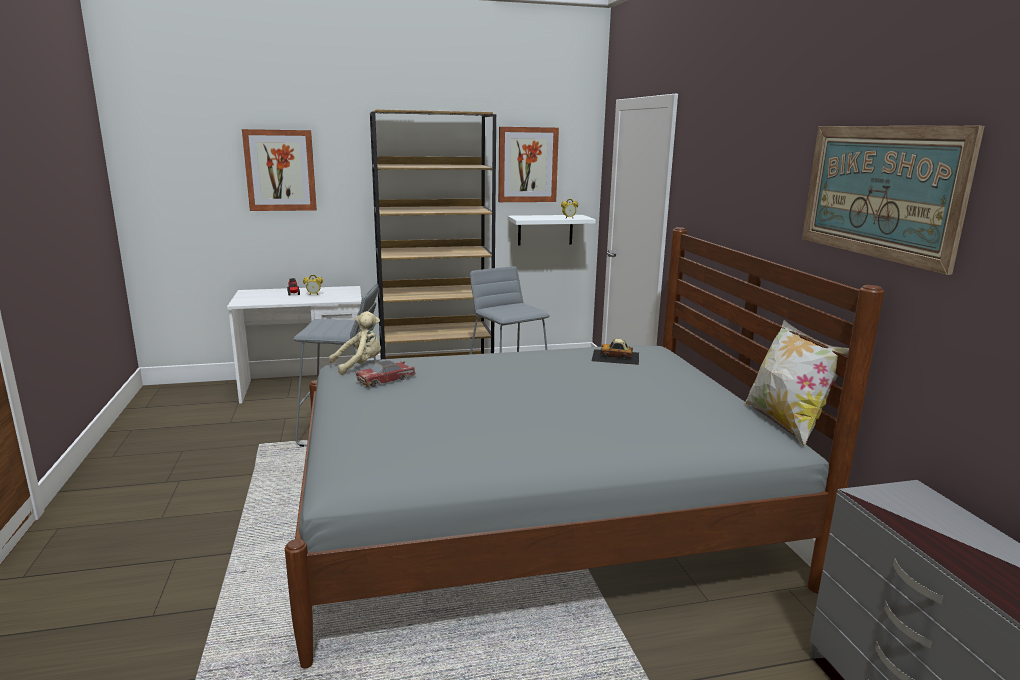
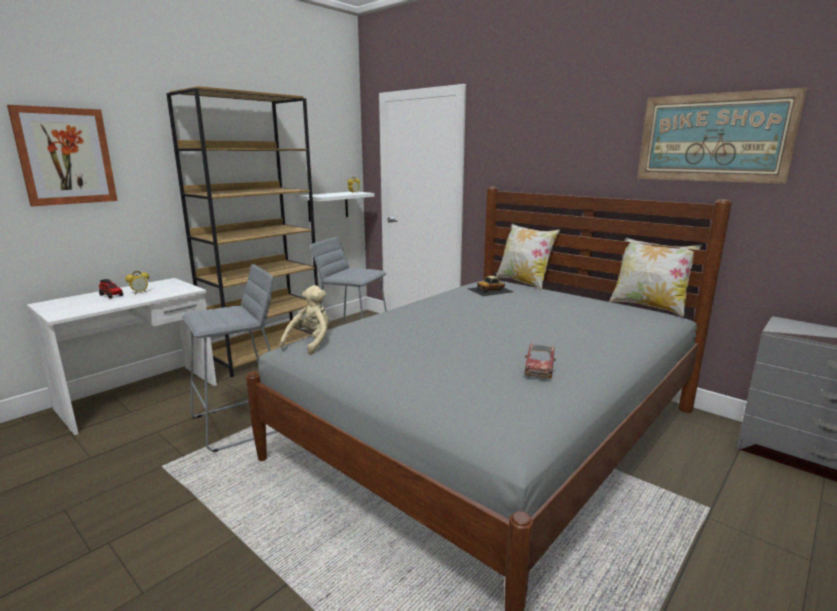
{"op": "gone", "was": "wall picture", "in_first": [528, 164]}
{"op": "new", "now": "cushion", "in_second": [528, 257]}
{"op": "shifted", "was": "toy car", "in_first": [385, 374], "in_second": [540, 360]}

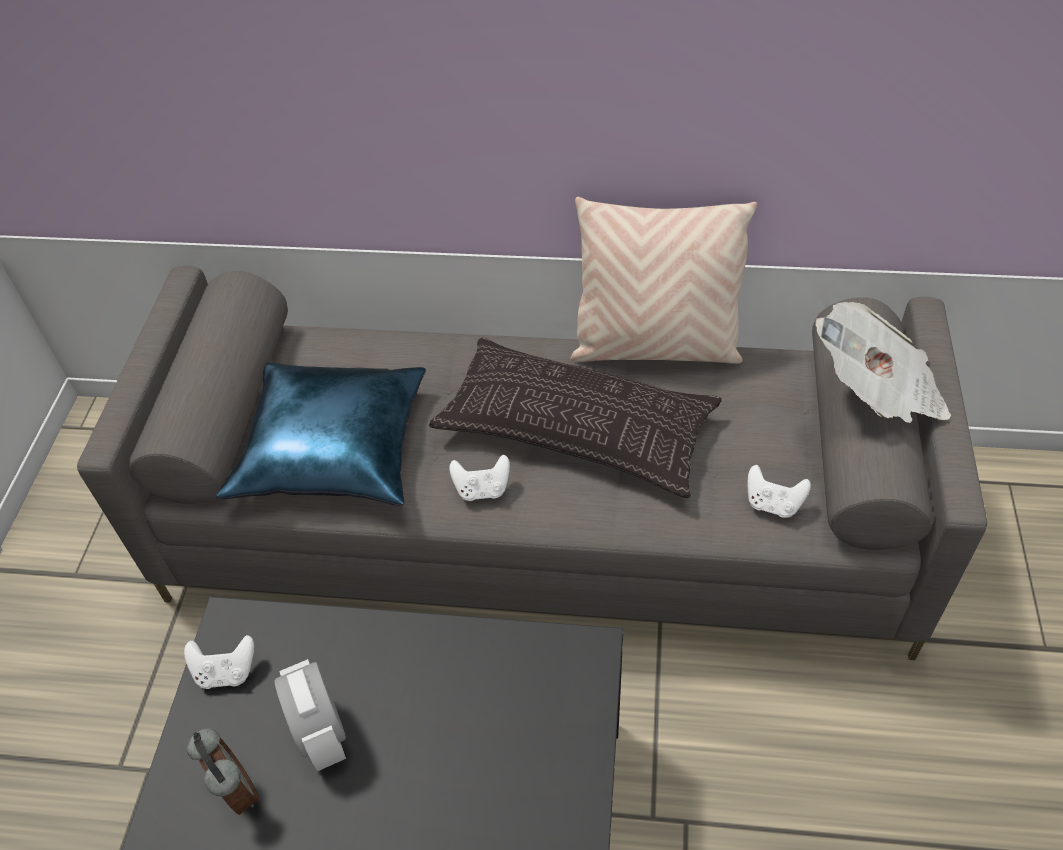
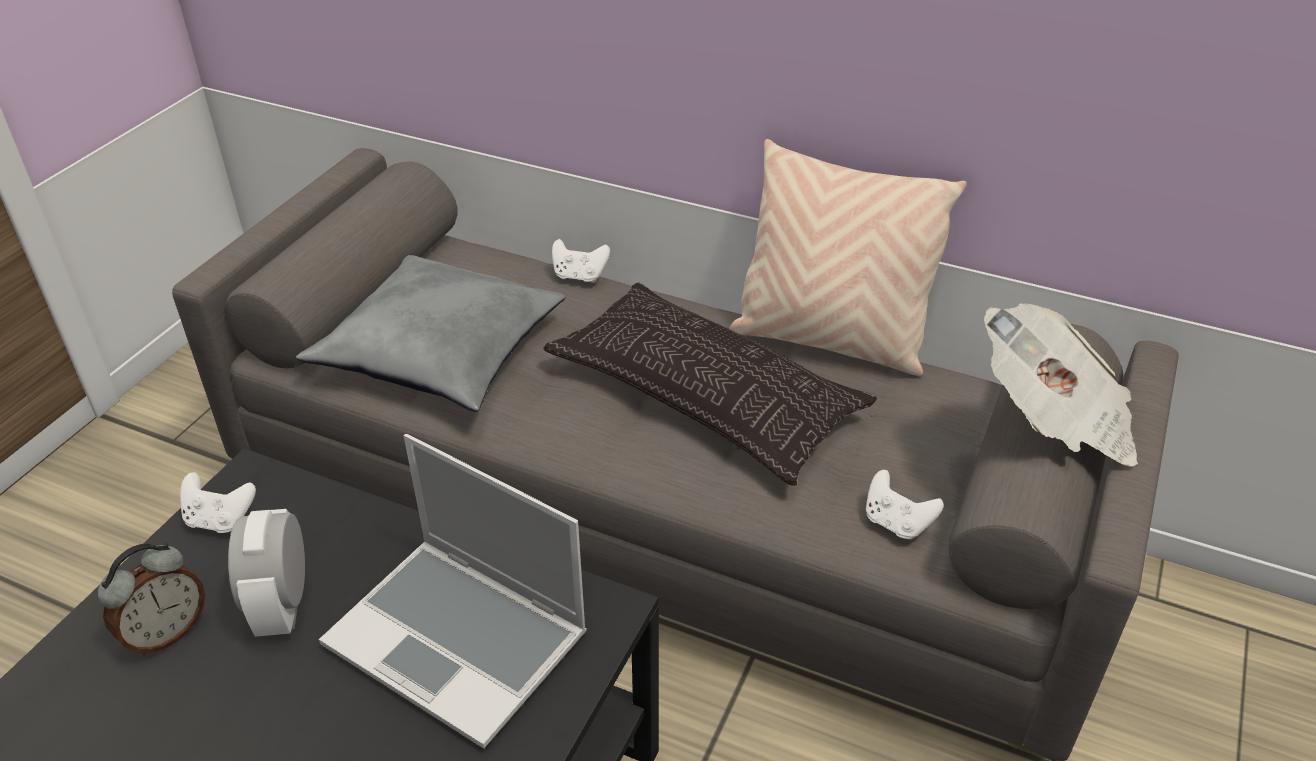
{"op": "new", "now": "laptop", "in_second": [453, 591]}
{"op": "shifted", "was": "white gamepad", "in_first": [479, 478], "in_second": [581, 261]}
{"op": "repainted", "was": "bluish cushion", "now": "gray cushion", "in_first": [321, 434], "in_second": [431, 333]}
{"op": "rotated", "was": "bedside clock", "in_first": [223, 771], "in_second": [151, 599], "clockwise": 60}

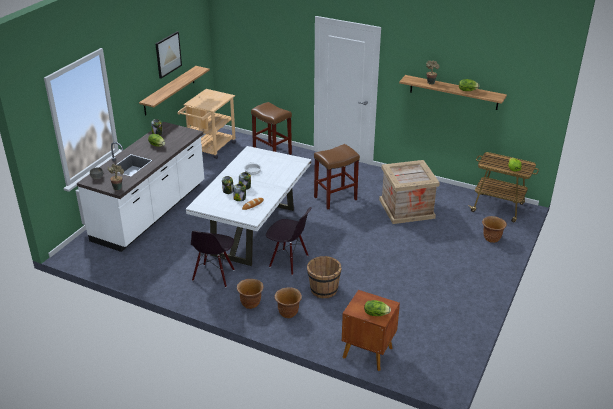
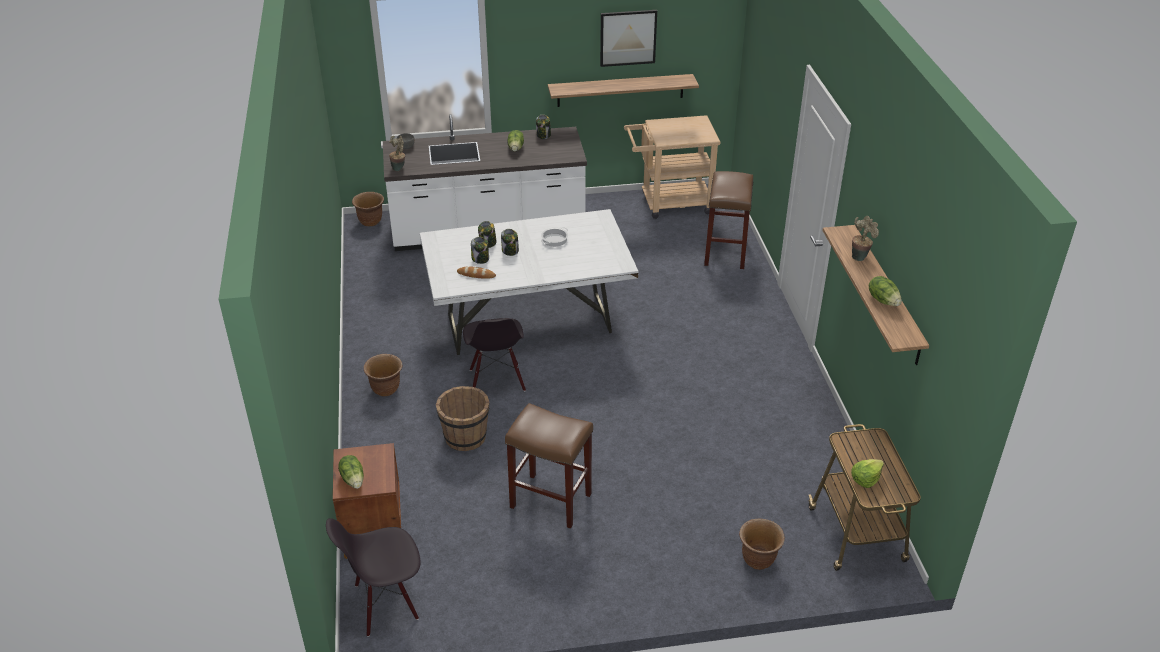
{"op": "gone", "was": "packing crate", "in_first": [409, 192]}
{"op": "shifted", "was": "black chair", "in_first": [213, 259], "in_second": [373, 577]}
{"op": "shifted", "was": "brown-coloured flower pot", "in_first": [288, 302], "in_second": [368, 209]}
{"op": "shifted", "was": "brown-coloured stool seat", "in_first": [337, 176], "in_second": [549, 466]}

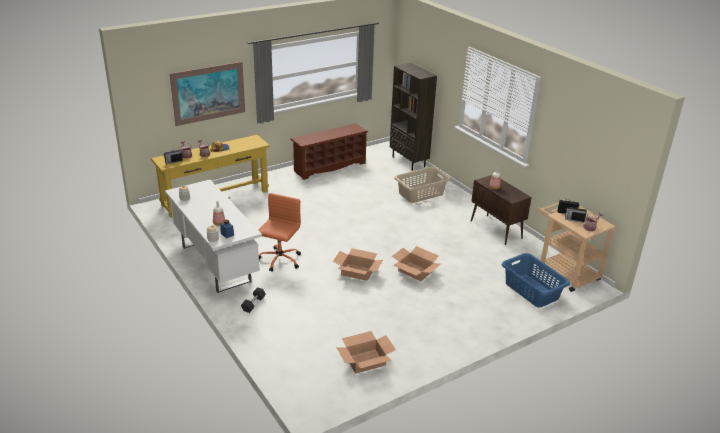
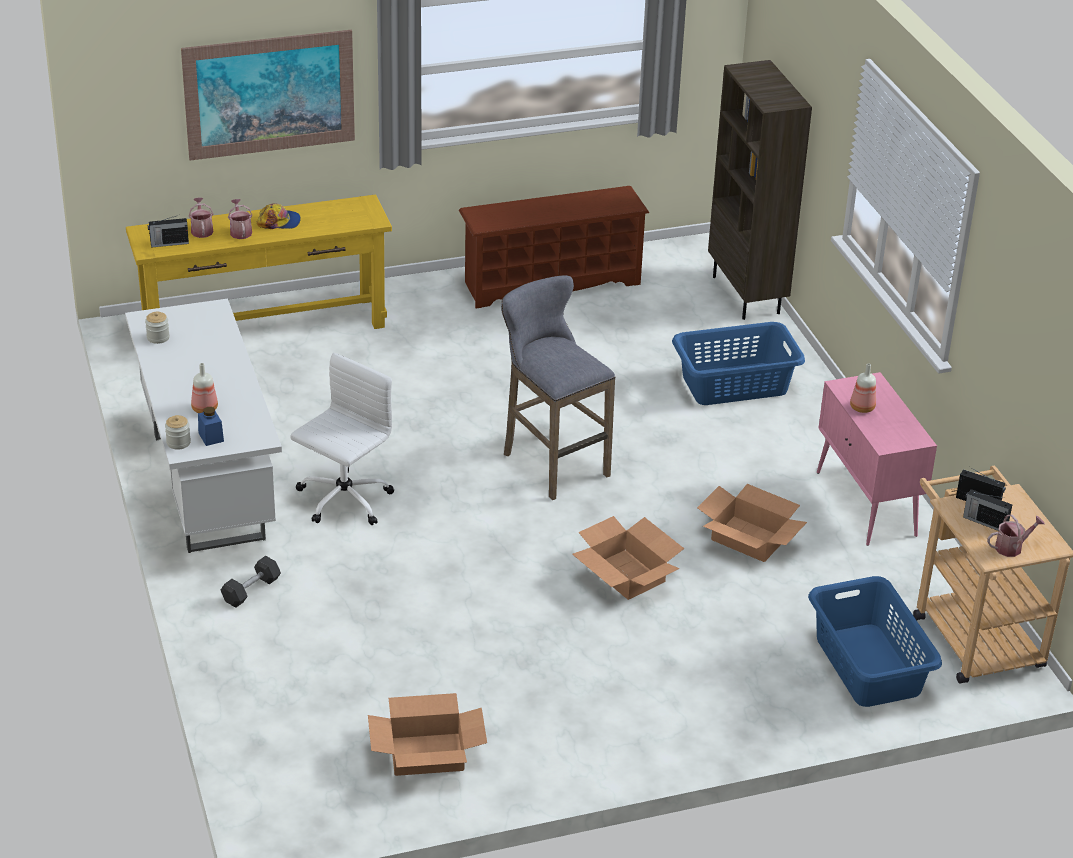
{"op": "new", "now": "gray stool seat", "in_second": [558, 387]}
{"op": "shifted", "was": "packing box", "in_first": [358, 264], "in_second": [752, 523]}
{"op": "repainted", "was": "orange computer chair", "now": "white computer chair", "in_first": [279, 232], "in_second": [342, 439]}
{"op": "repainted", "was": "beige-coloured laundry basket", "now": "bluish laundry basket", "in_first": [422, 185], "in_second": [738, 363]}
{"op": "repainted", "was": "brown-coloured cupboard", "now": "pink-coloured cupboard", "in_first": [501, 210], "in_second": [877, 459]}

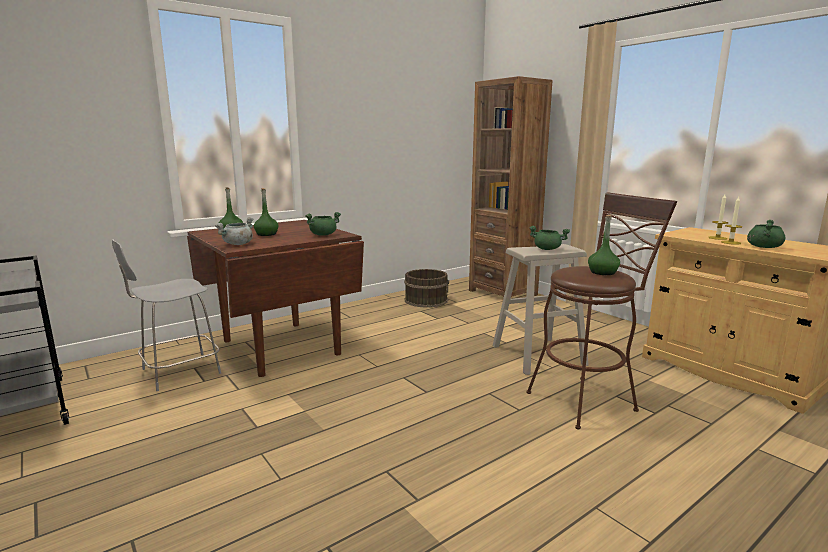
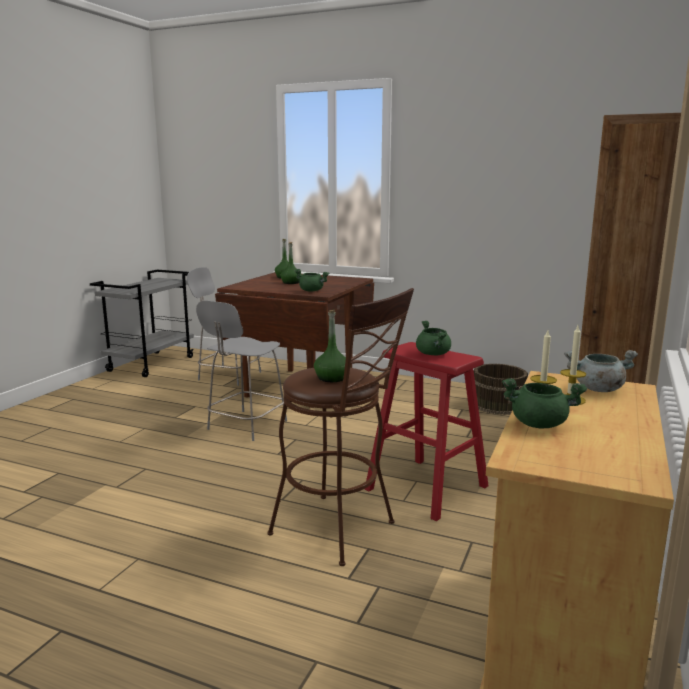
{"op": "new", "now": "gray chair", "in_second": [241, 370]}
{"op": "shifted", "was": "gray saucepot", "in_first": [234, 231], "in_second": [601, 371]}
{"op": "repainted", "was": "beige-coloured stool seat", "now": "red stool seat", "in_first": [541, 309], "in_second": [427, 431]}

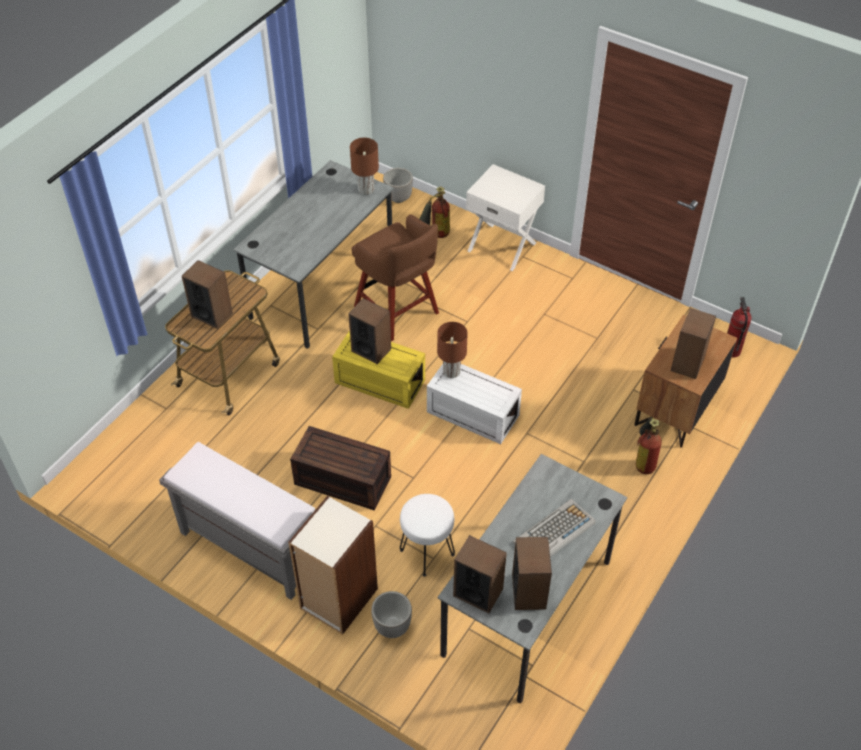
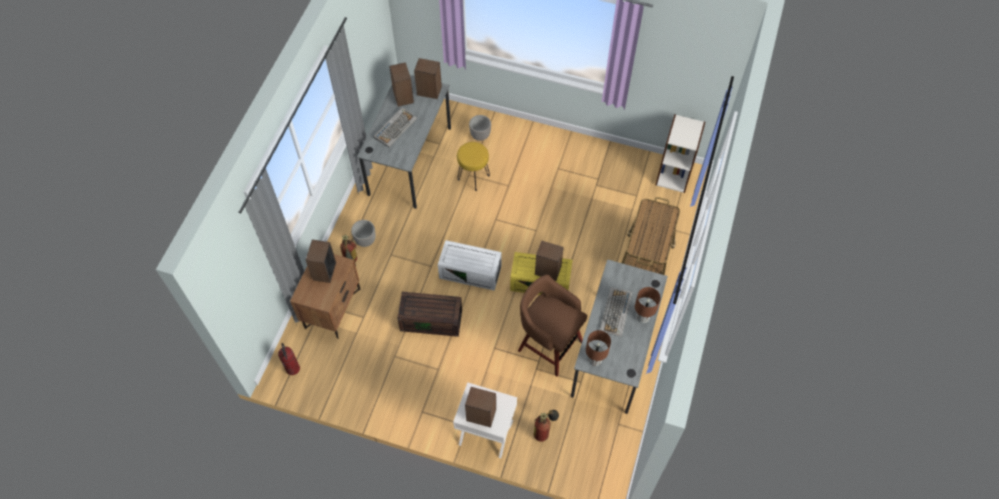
{"op": "gone", "was": "gray long seat", "in_first": [237, 521]}
{"op": "new", "now": "computer keyboard", "in_second": [616, 312]}
{"op": "shifted", "was": "audio speaker", "in_first": [207, 294], "in_second": [480, 407]}
{"op": "shifted", "was": "bookcase", "in_first": [333, 565], "in_second": [680, 153]}
{"op": "shifted", "was": "brown-coloured storage bin", "in_first": [340, 468], "in_second": [429, 314]}
{"op": "shifted", "was": "flower pot", "in_first": [398, 185], "in_second": [363, 233]}
{"op": "shifted", "was": "brown-coloured tabletop lamp", "in_first": [452, 350], "in_second": [648, 305]}
{"op": "repainted", "was": "white stool seat", "now": "yellow-coloured stool seat", "in_first": [427, 535], "in_second": [473, 166]}

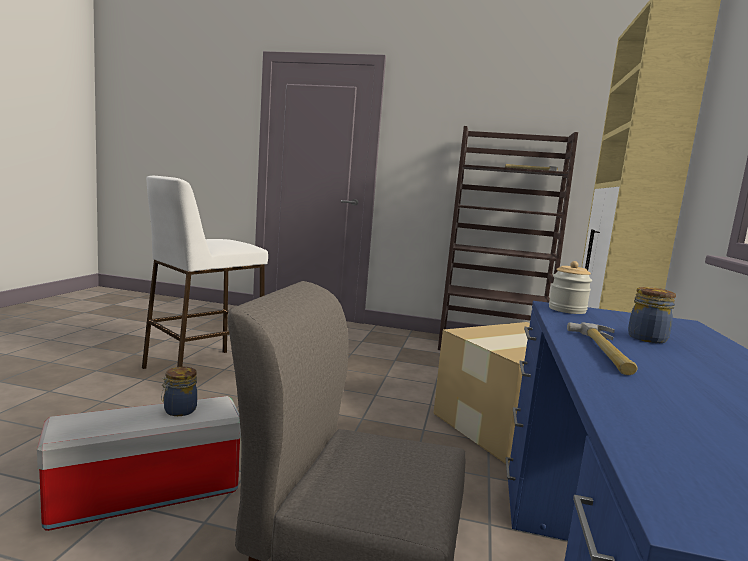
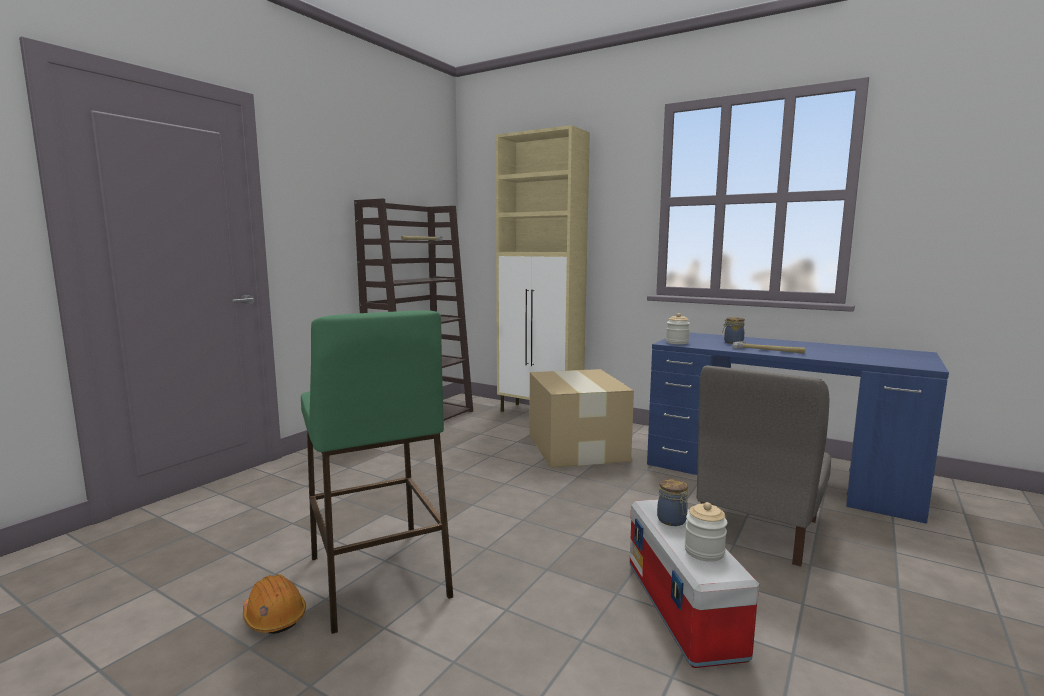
{"op": "new", "now": "orange safety helmet", "in_second": [274, 604]}
{"op": "new", "now": "jar", "in_second": [706, 532]}
{"op": "repainted", "was": "white stool seat", "now": "greenish stool seat", "in_first": [205, 272], "in_second": [377, 472]}

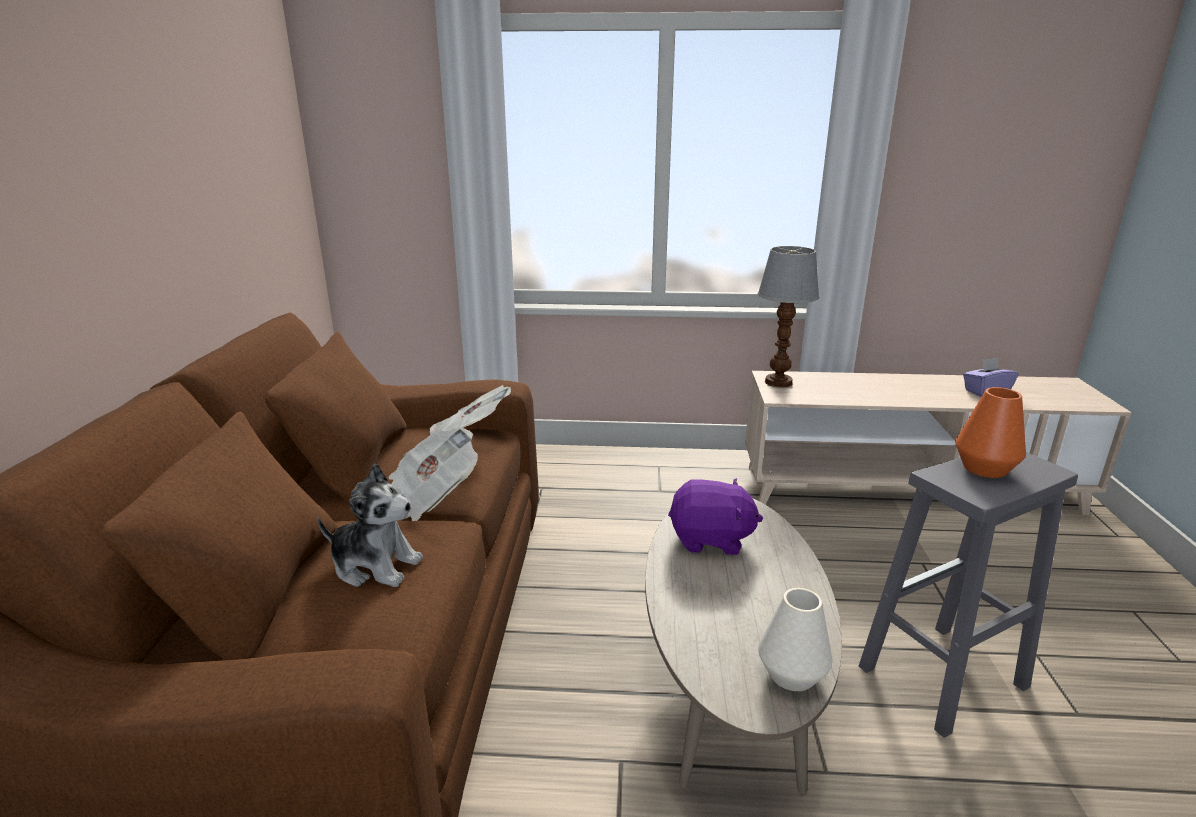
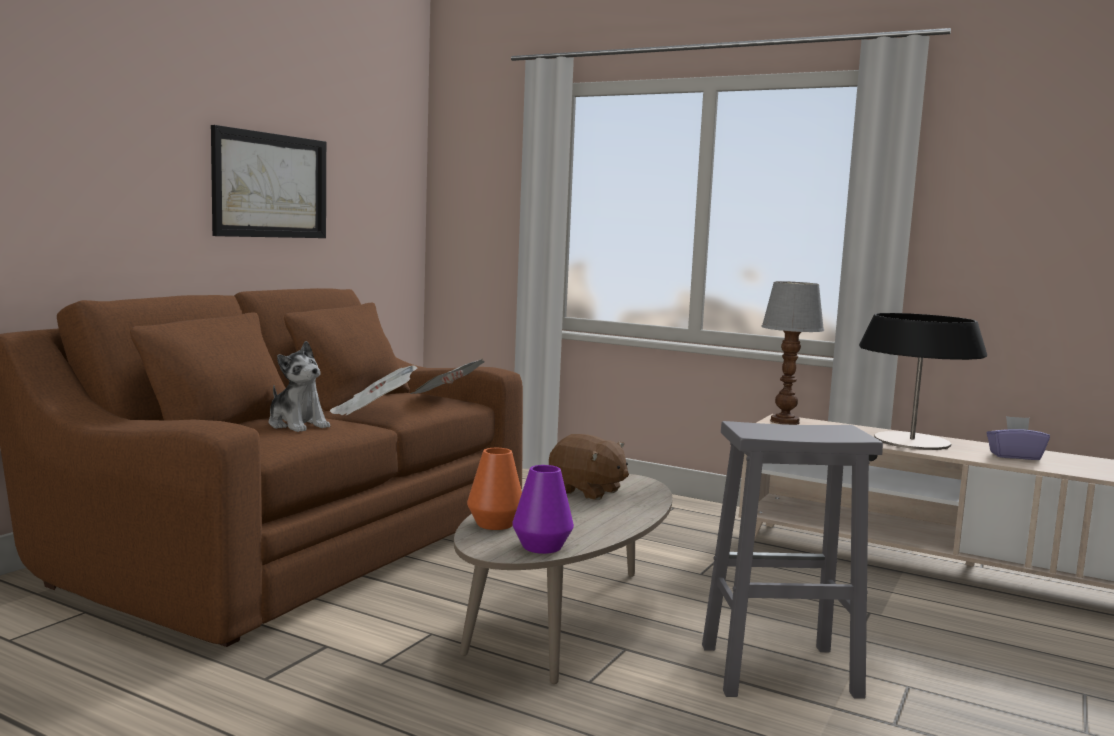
{"op": "new", "now": "wall picture", "in_second": [268, 181]}
{"op": "new", "now": "tabletop lamp", "in_second": [923, 381]}
{"op": "shifted", "was": "orange vase", "in_first": [991, 432], "in_second": [494, 489]}
{"op": "repainted", "was": "purple-coloured cuddly toy", "now": "brown-coloured cuddly toy", "in_first": [715, 516], "in_second": [589, 467]}
{"op": "repainted", "was": "white vase", "now": "purple-coloured vase", "in_first": [795, 639], "in_second": [543, 509]}

